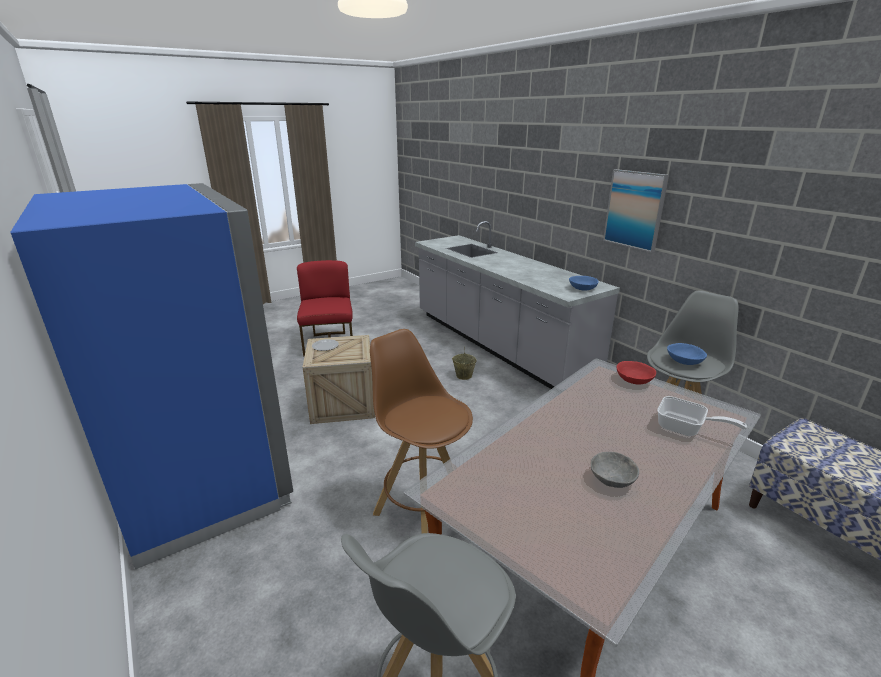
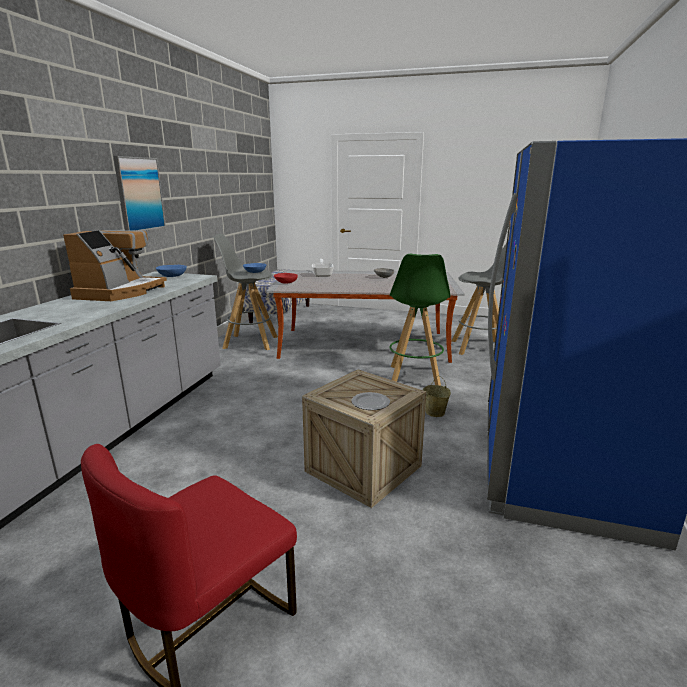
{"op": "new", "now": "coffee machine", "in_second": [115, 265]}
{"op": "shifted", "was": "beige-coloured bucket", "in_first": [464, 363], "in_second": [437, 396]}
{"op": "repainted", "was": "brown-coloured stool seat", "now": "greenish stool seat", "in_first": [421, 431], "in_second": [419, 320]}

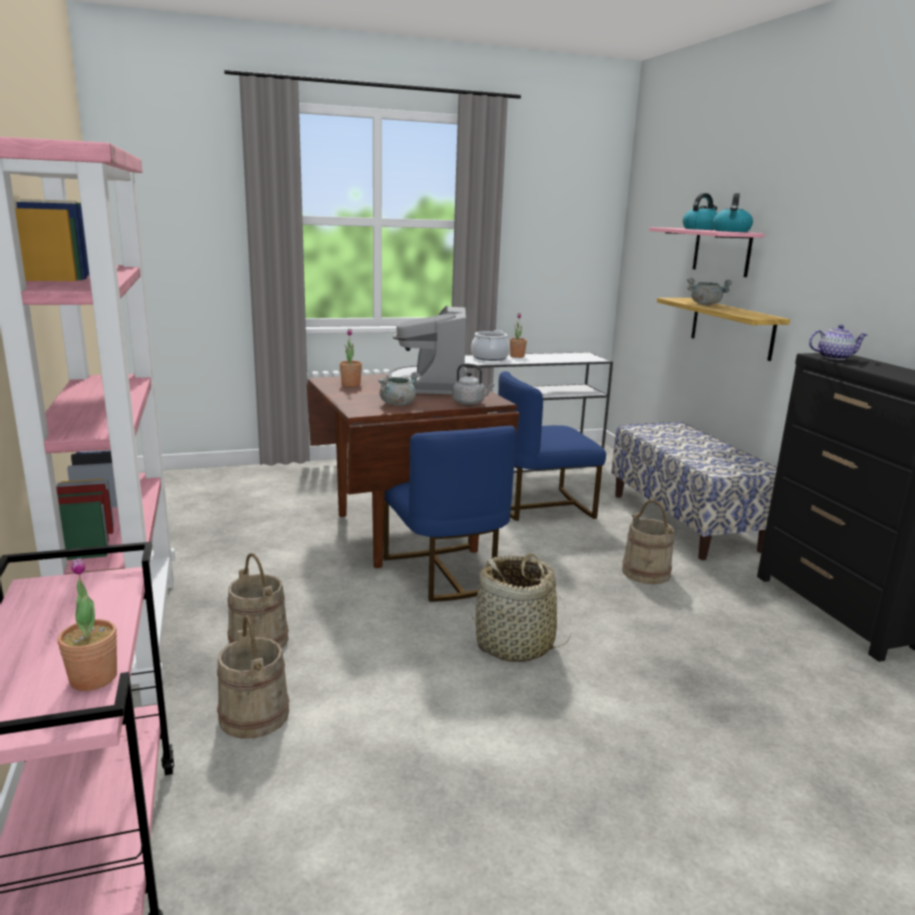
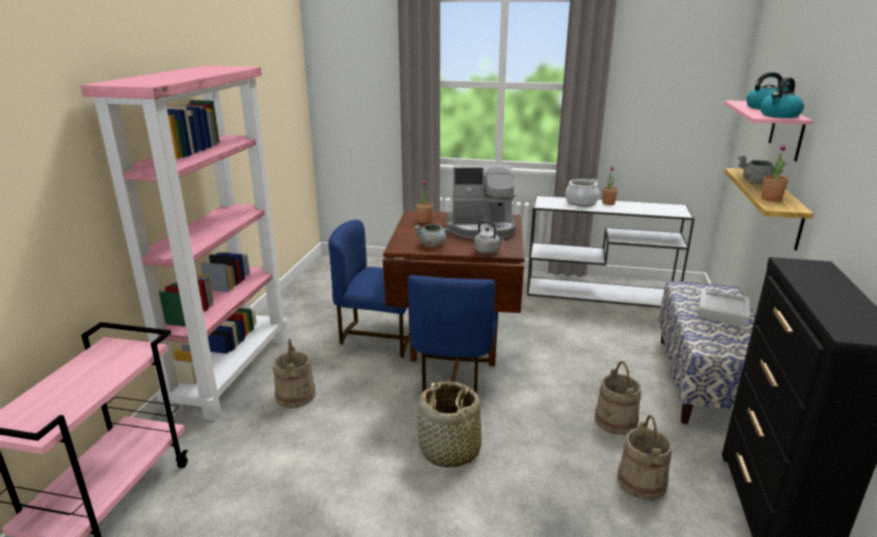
{"op": "gone", "was": "pot for tea", "in_first": [838, 342]}
{"op": "new", "now": "gray carrying tray", "in_second": [723, 308]}
{"op": "shifted", "was": "plant in a pot", "in_first": [87, 624], "in_second": [775, 173]}
{"op": "shifted", "was": "beige-coloured bucket", "in_first": [253, 677], "in_second": [644, 457]}
{"op": "shifted", "was": "bluish chair", "in_first": [551, 446], "in_second": [369, 289]}
{"op": "rotated", "was": "coffee machine", "in_first": [427, 350], "in_second": [481, 202], "clockwise": -120}

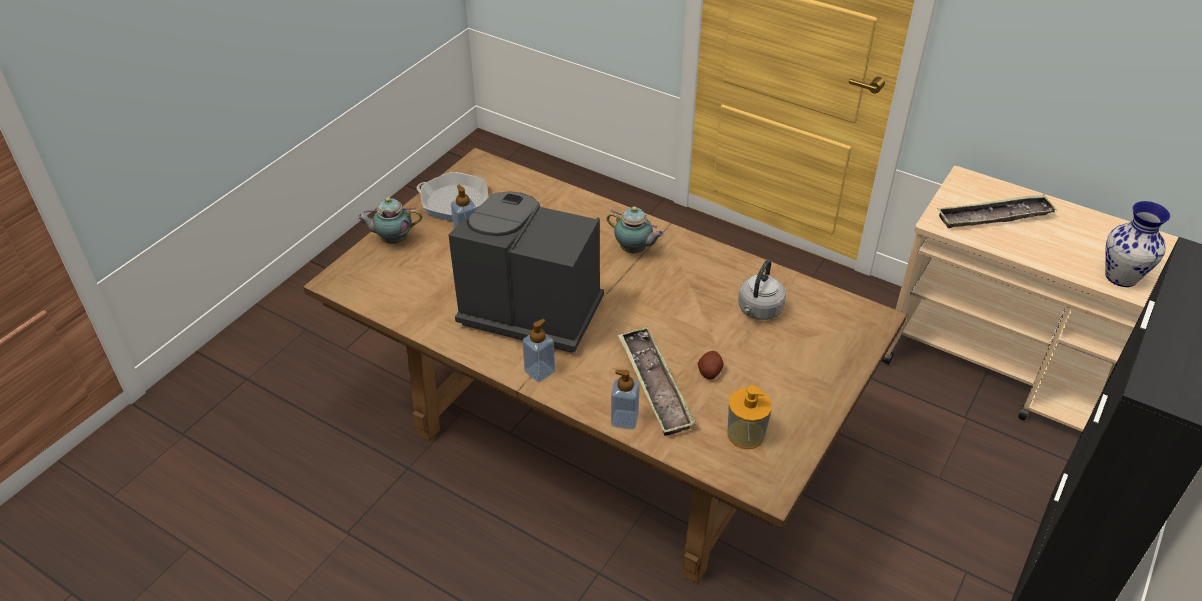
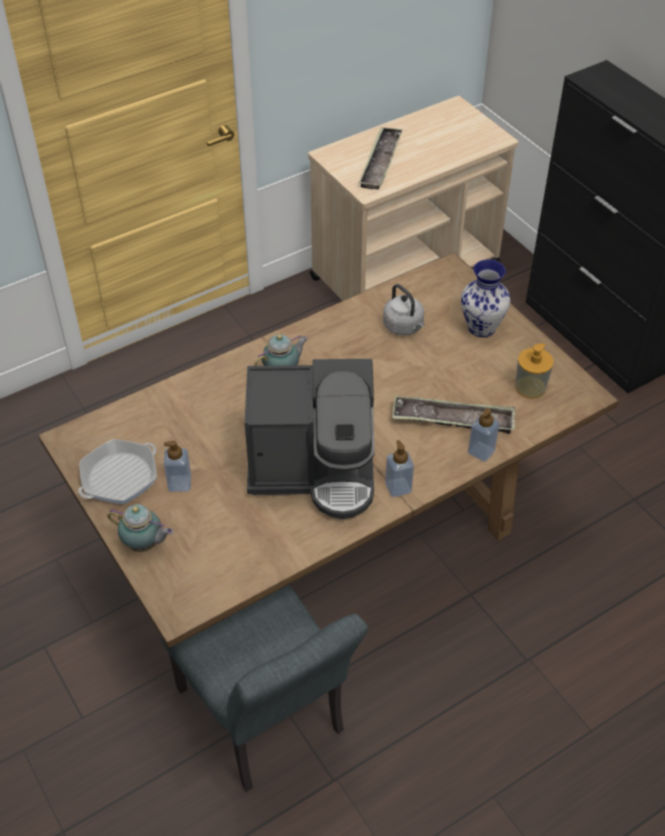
{"op": "gone", "was": "spud", "in_first": [711, 365]}
{"op": "new", "now": "gray chair", "in_second": [264, 687]}
{"op": "shifted", "was": "vase", "in_first": [1137, 244], "in_second": [485, 298]}
{"op": "rotated", "was": "pot for tea", "in_first": [389, 220], "in_second": [140, 528], "clockwise": -90}
{"op": "rotated", "was": "coffee machine", "in_first": [526, 272], "in_second": [309, 439], "clockwise": -135}

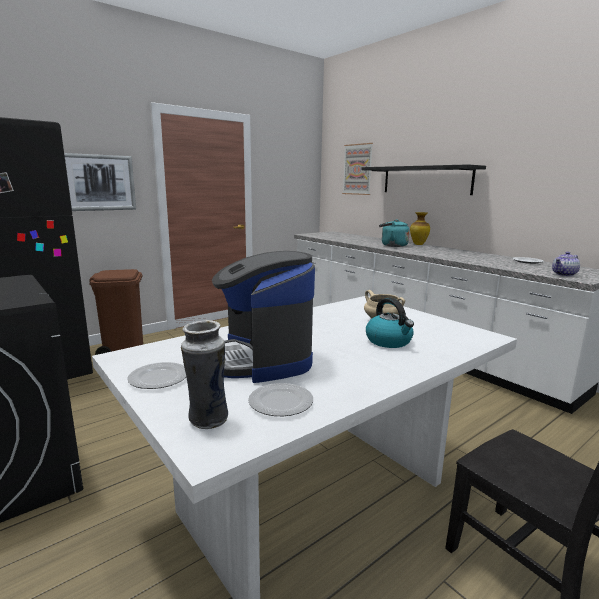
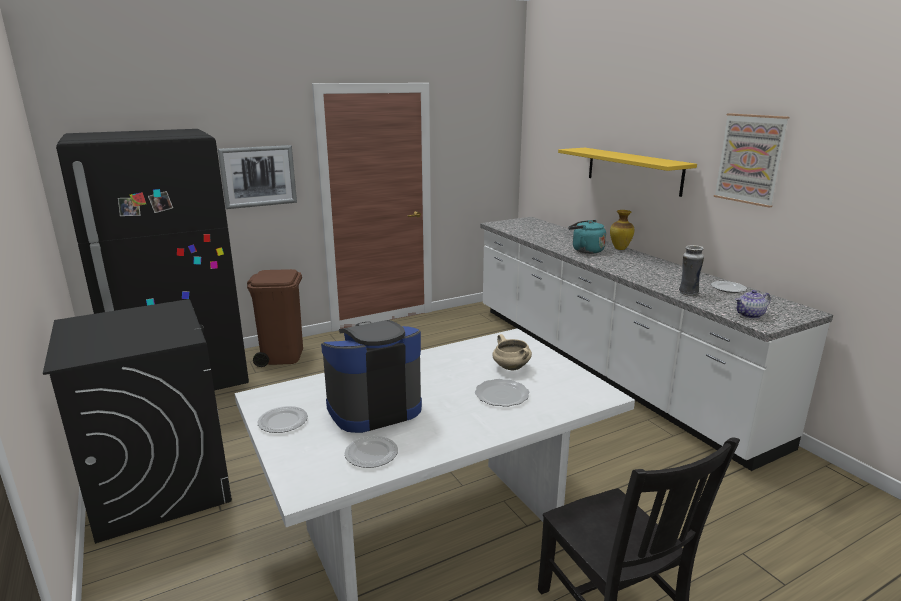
{"op": "shifted", "was": "vase", "in_first": [204, 374], "in_second": [691, 270]}
{"op": "shifted", "was": "wall picture", "in_first": [357, 169], "in_second": [751, 160]}
{"op": "swapped", "was": "water kettle", "now": "dinner plate", "in_first": [390, 323], "in_second": [502, 393]}
{"op": "repainted", "was": "black wall shelf", "now": "yellow-coloured wall shelf", "in_first": [423, 179], "in_second": [627, 172]}
{"op": "rotated", "was": "coffee machine", "in_first": [263, 317], "in_second": [371, 376], "clockwise": 75}

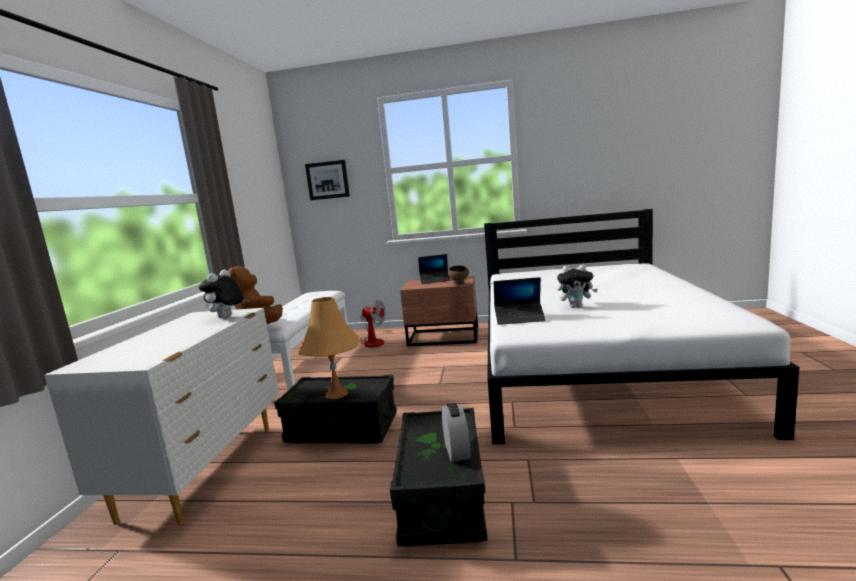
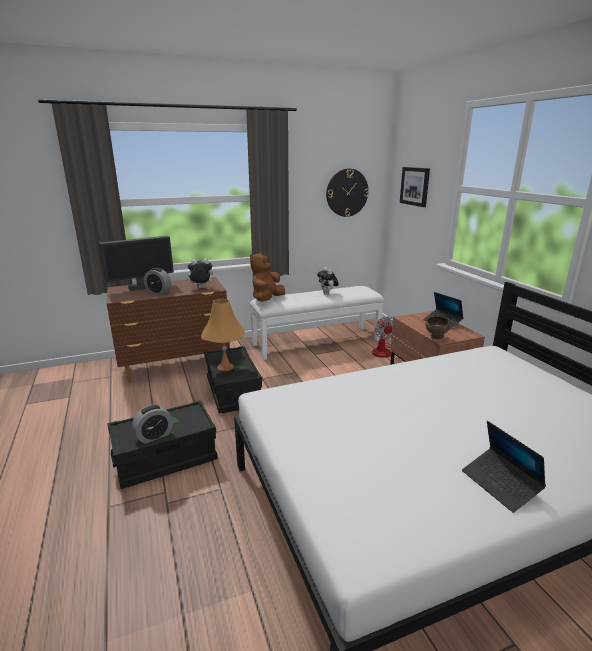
{"op": "new", "now": "computer display", "in_second": [136, 263]}
{"op": "new", "now": "bedside clock", "in_second": [157, 281]}
{"op": "new", "now": "hanging clock", "in_second": [347, 193]}
{"op": "shifted", "was": "laptop", "in_first": [520, 301], "in_second": [504, 467]}
{"op": "shifted", "was": "cuddly toy", "in_first": [577, 286], "in_second": [328, 280]}
{"op": "repainted", "was": "white chest of drawers", "now": "brown-coloured chest of drawers", "in_first": [161, 417], "in_second": [168, 330]}

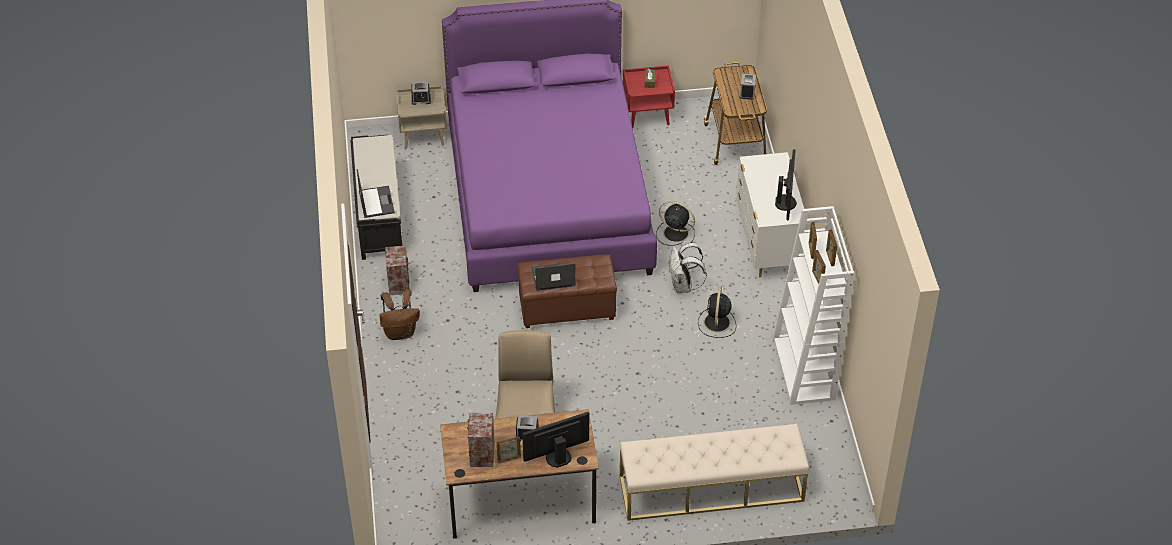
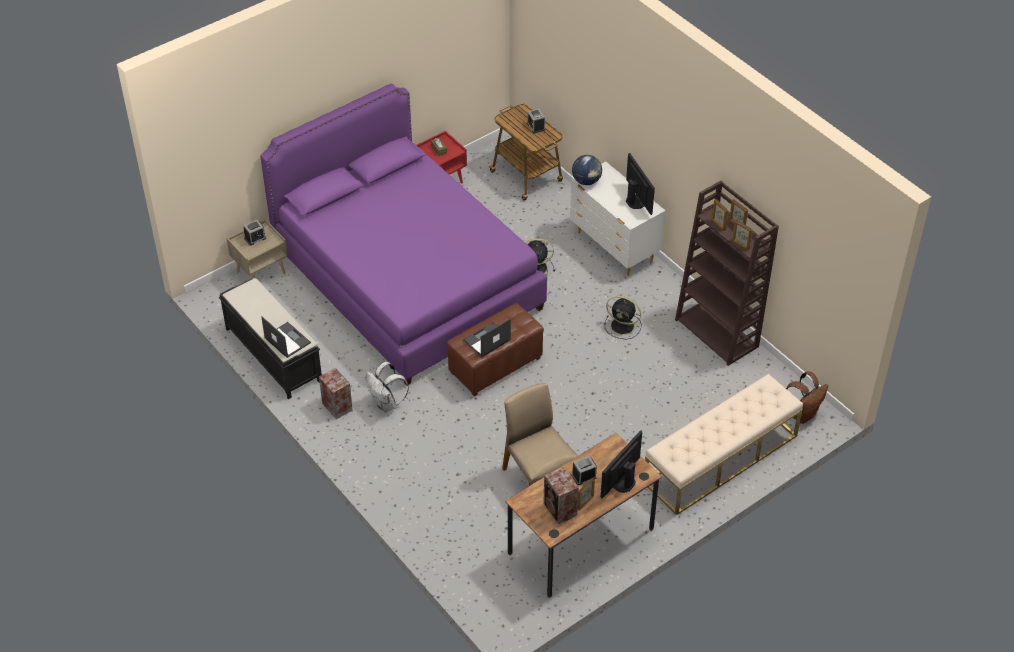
{"op": "new", "now": "globe", "in_second": [587, 170]}
{"op": "shifted", "was": "brown-coloured rucksack", "in_first": [400, 314], "in_second": [807, 397]}
{"op": "shifted", "was": "white rucksack", "in_first": [688, 268], "in_second": [387, 387]}
{"op": "repainted", "was": "white bookcase", "now": "brown-coloured bookcase", "in_first": [813, 305], "in_second": [727, 273]}
{"op": "rotated", "was": "black cooling fan", "in_first": [717, 312], "in_second": [623, 317], "clockwise": -45}

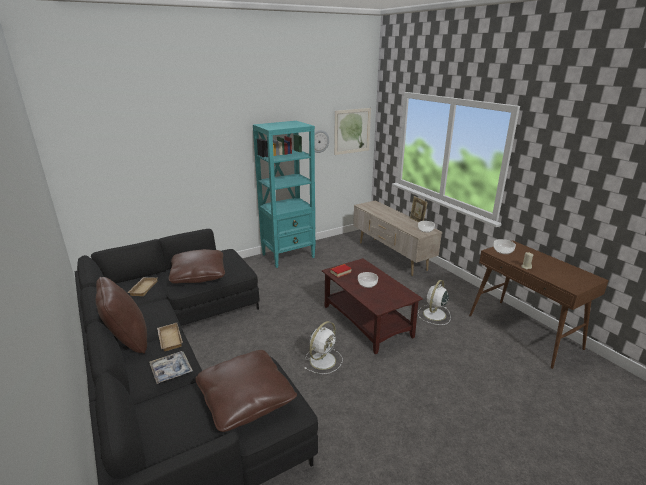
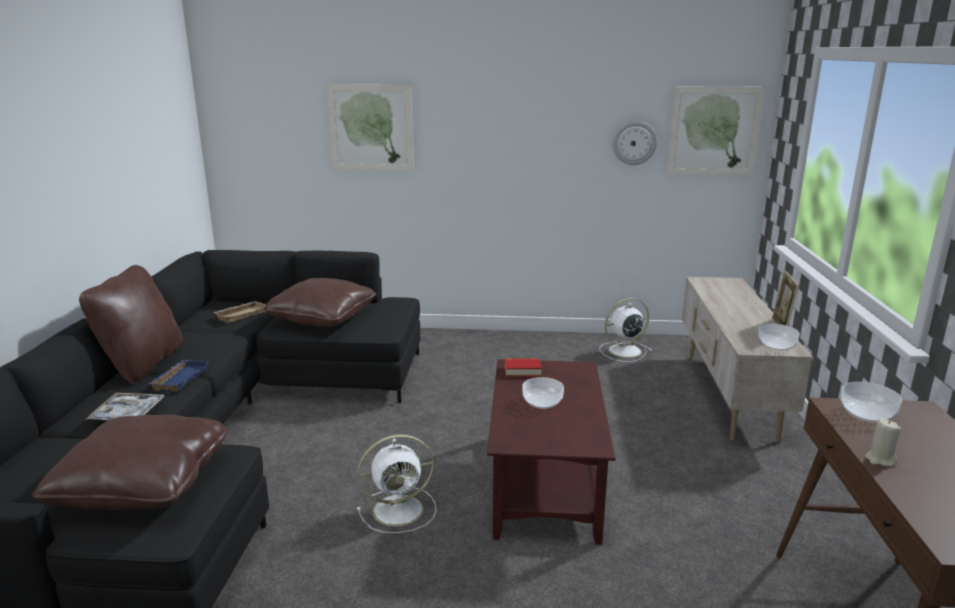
{"op": "gone", "was": "blue-green bookcase", "in_first": [284, 194]}
{"op": "new", "now": "wall picture", "in_second": [370, 127]}
{"op": "shifted", "was": "white cooling fan", "in_first": [434, 302], "in_second": [626, 330]}
{"op": "repainted", "was": "beige-coloured carrying tray", "now": "bluish carrying tray", "in_first": [170, 337], "in_second": [179, 376]}

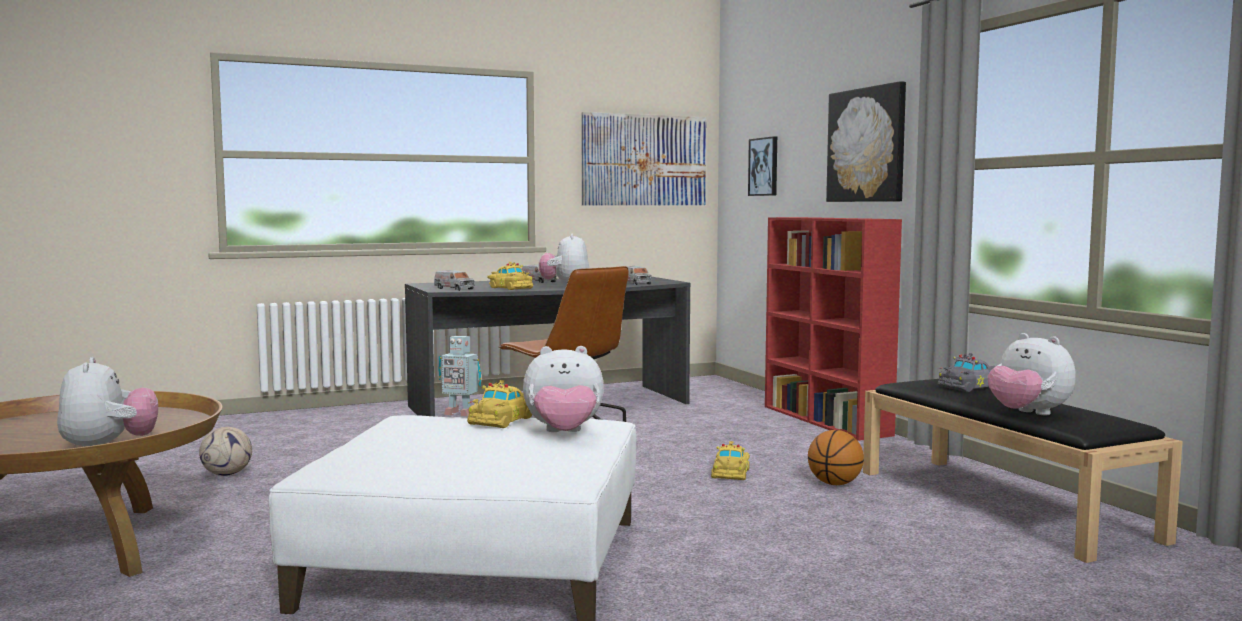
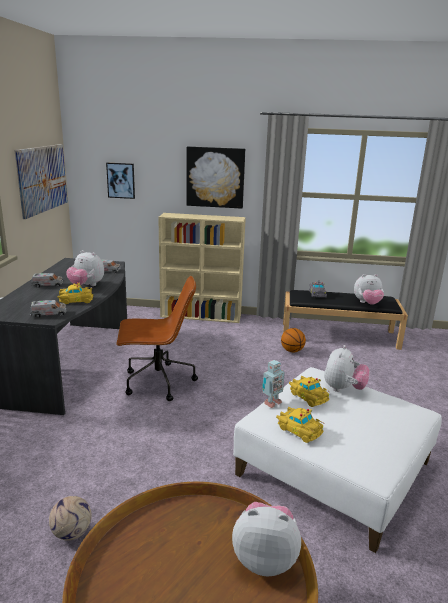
{"op": "shifted", "was": "yellow-coloured toy car", "in_first": [730, 460], "in_second": [300, 425]}
{"op": "repainted", "was": "red bookcase", "now": "beige-coloured bookcase", "in_first": [833, 329], "in_second": [202, 268]}

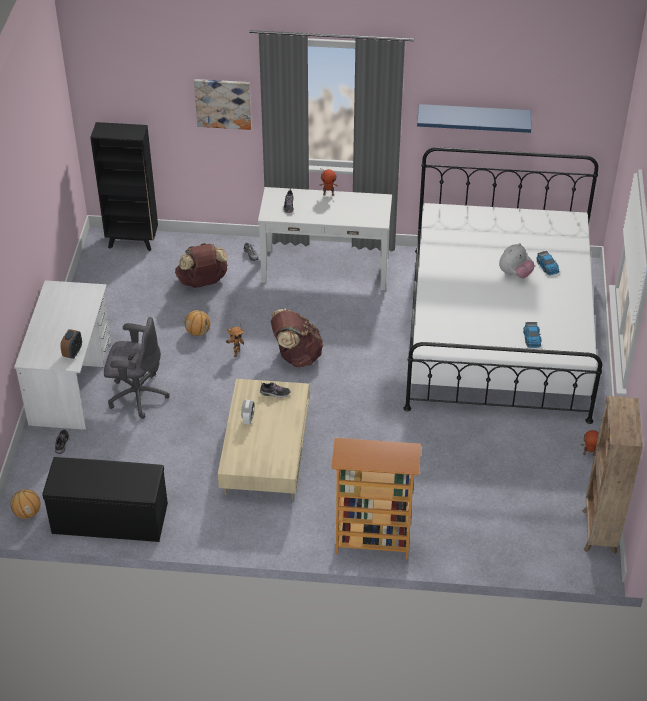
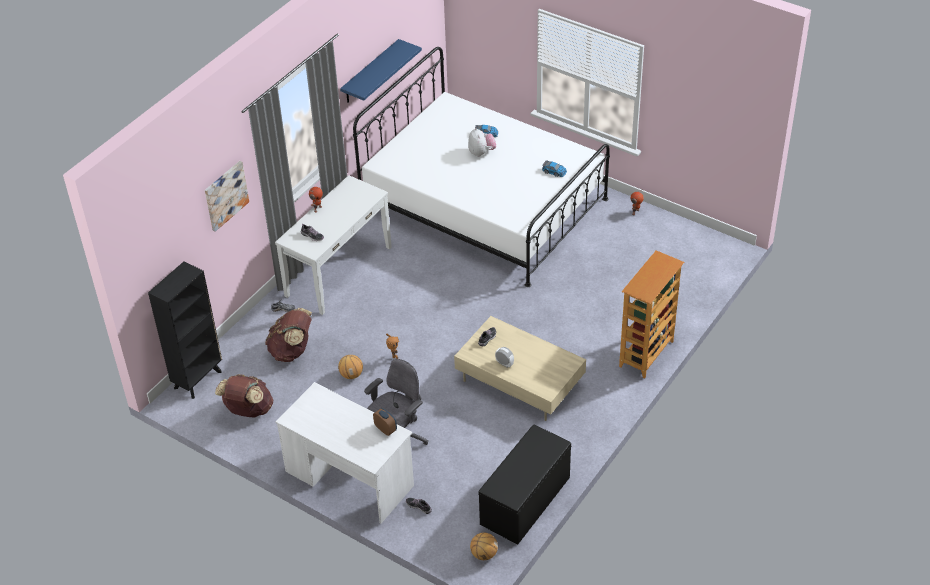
{"op": "gone", "was": "brown-coloured bookcase", "in_first": [612, 475]}
{"op": "shifted", "was": "brown-coloured rucksack", "in_first": [296, 338], "in_second": [244, 395]}

